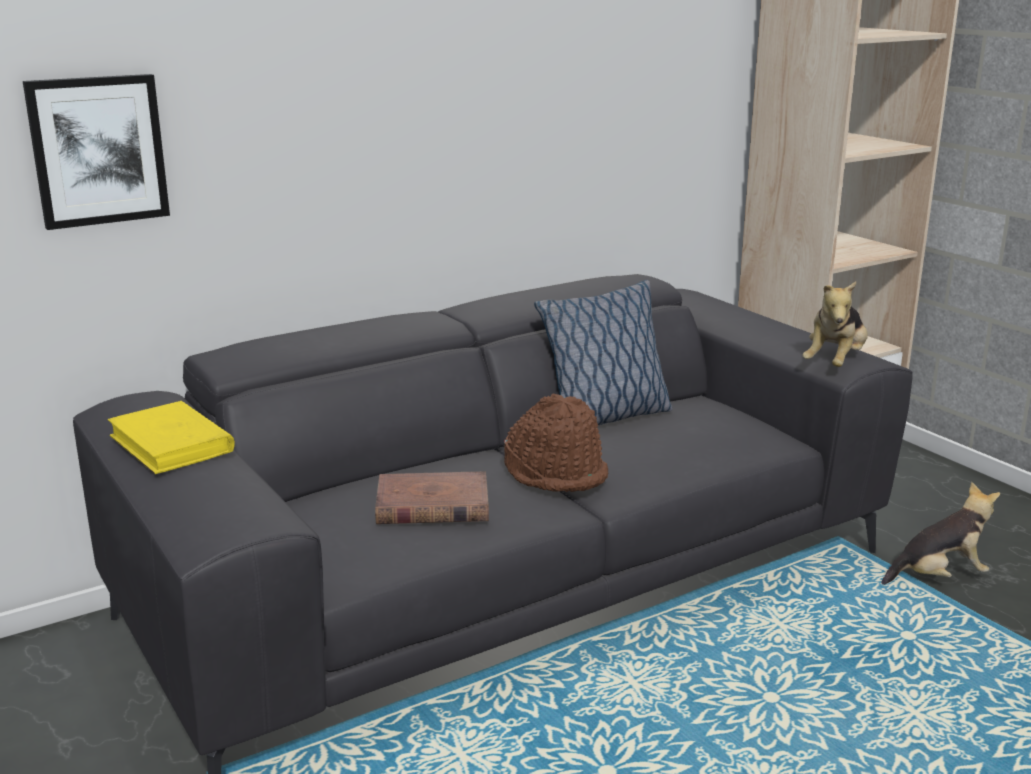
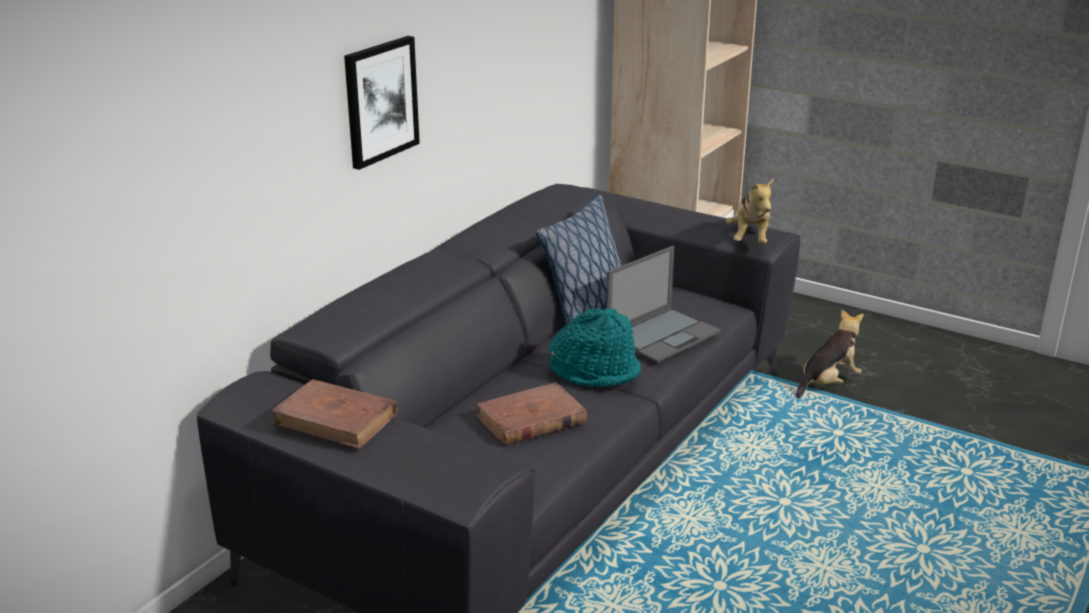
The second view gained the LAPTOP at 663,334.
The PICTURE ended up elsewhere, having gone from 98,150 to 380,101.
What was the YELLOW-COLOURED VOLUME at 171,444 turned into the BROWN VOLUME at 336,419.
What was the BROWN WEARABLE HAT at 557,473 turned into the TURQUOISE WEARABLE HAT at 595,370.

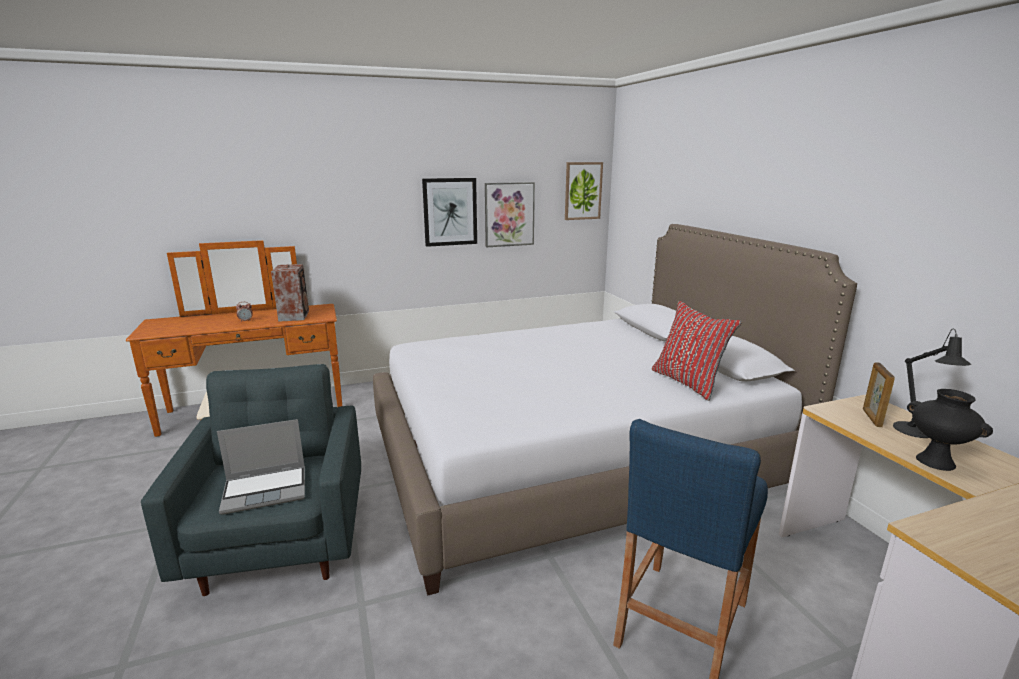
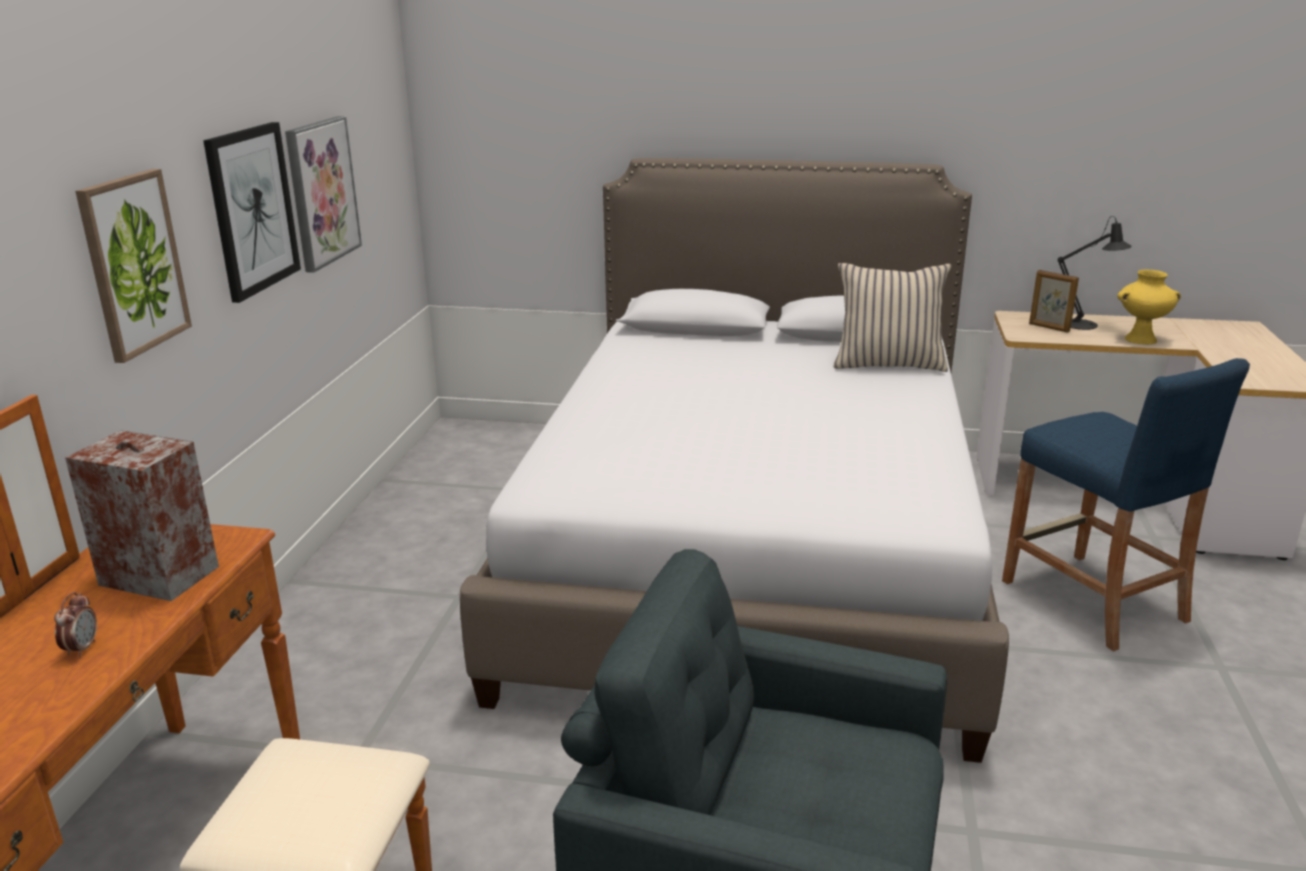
The second view lost the LAPTOP at 266,490.
The PICTURE ended up elsewhere, having gone from 583,191 to 133,264.
What was the RED-COLOURED PILLOW at 688,382 turned into the SAND-COLOURED PILLOW at 888,364.
What was the BLACK-COLOURED FLOWER VASE at 936,462 turned into the YELLOW-COLOURED FLOWER VASE at 1141,339.

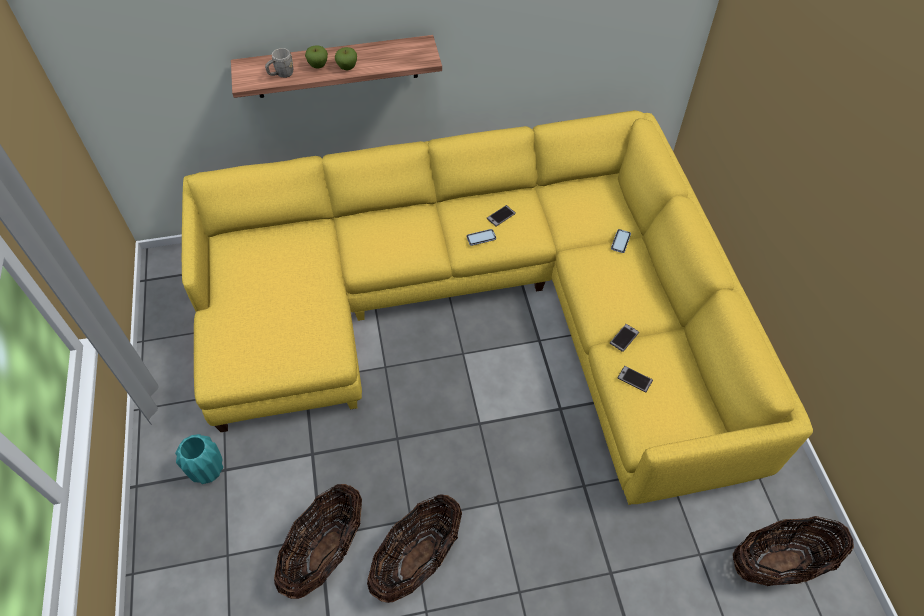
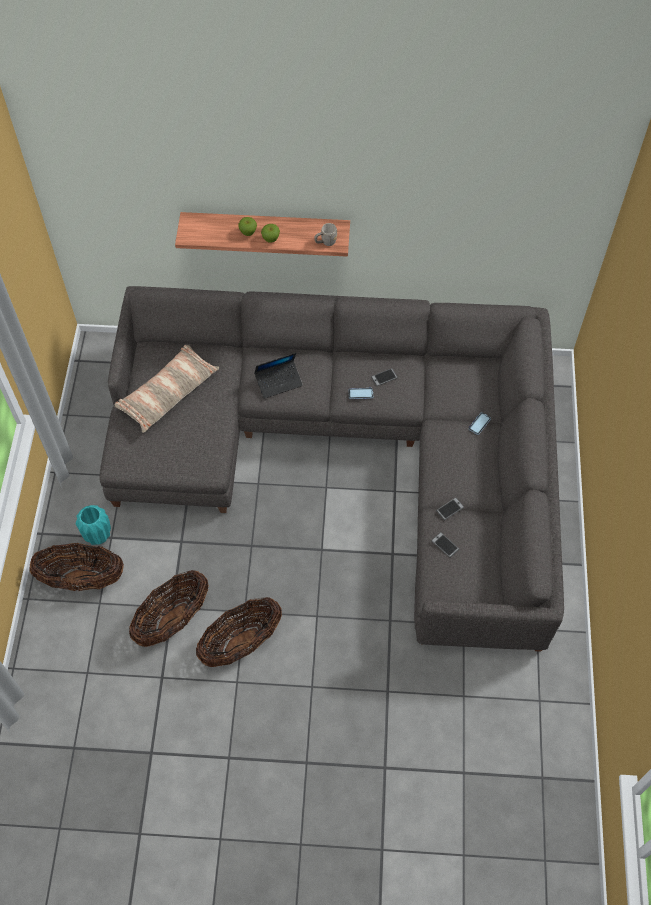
The second view gained the PILLOW at 168,393.
The second view gained the LAPTOP at 278,381.
The GREY COFFEE MUG ended up elsewhere, having gone from 281,74 to 325,242.
The HOUSEHOLD BASKET ended up elsewhere, having gone from 779,563 to 82,579.
What was the YELLOW-COLOURED COUCH at 481,306 turned into the GREY COUCH at 354,449.

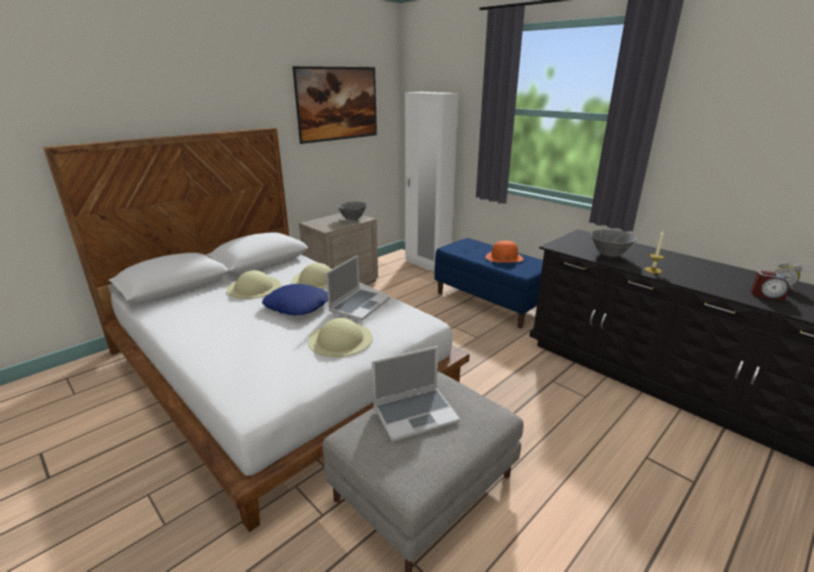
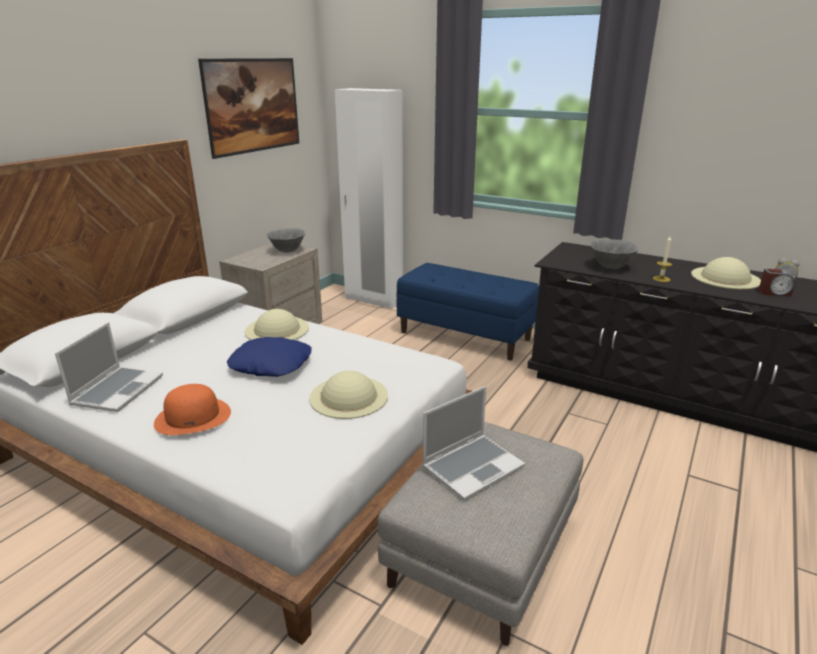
The SAND-COLOURED WEARABLE HAT ended up elsewhere, having gone from 254,287 to 725,277.
The LAPTOP ended up elsewhere, having gone from 359,305 to 117,390.
The ORANGE-COLOURED WEARABLE HAT ended up elsewhere, having gone from 504,257 to 193,417.

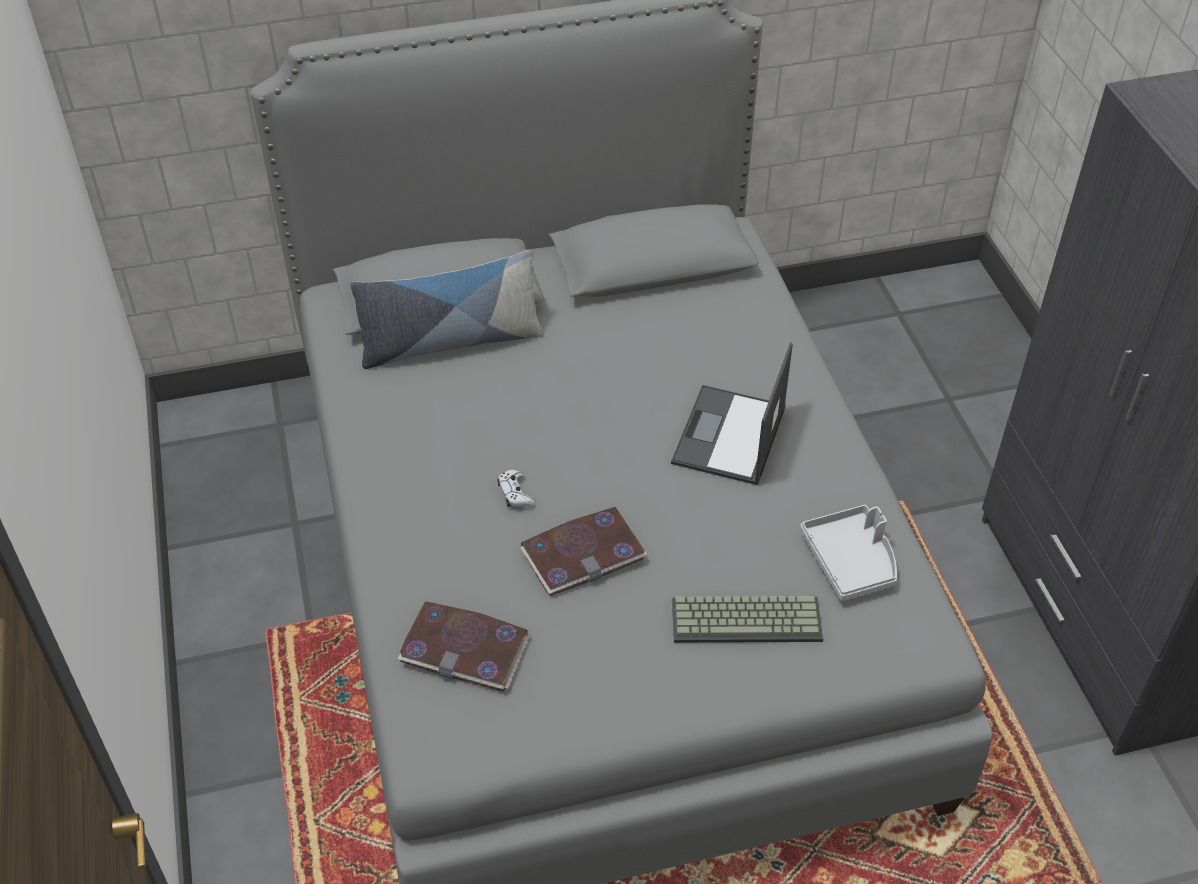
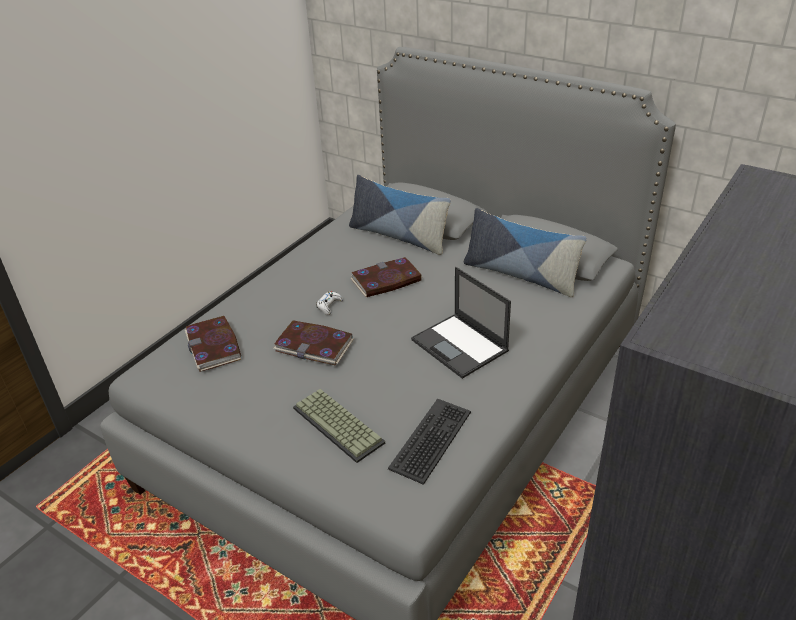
The second view gained the VOLUME at 386,280.
The second view gained the PILLOW at 520,275.
Where the GREY TRAY stood at 851,561, the COMPUTER KEYBOARD came to stand at 431,440.
The LAPTOP at 729,437 ended up facing another way, 105 degrees counterclockwise from before.

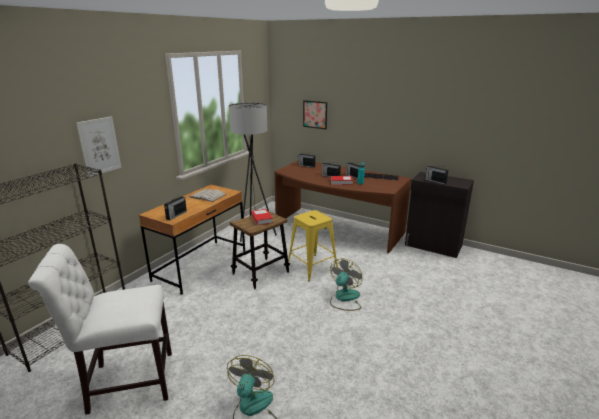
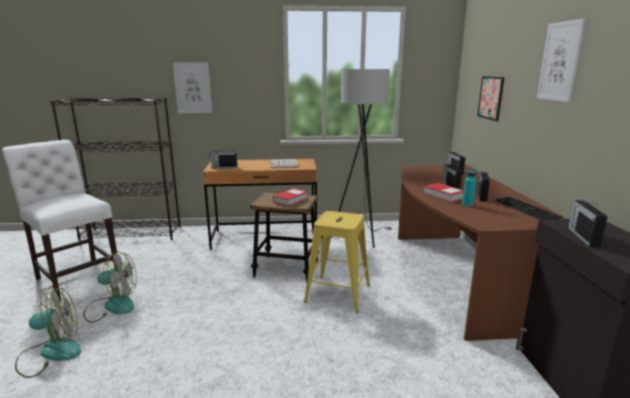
The second view gained the PICTURE at 560,61.
The COOLING FAN ended up elsewhere, having gone from 344,298 to 111,306.

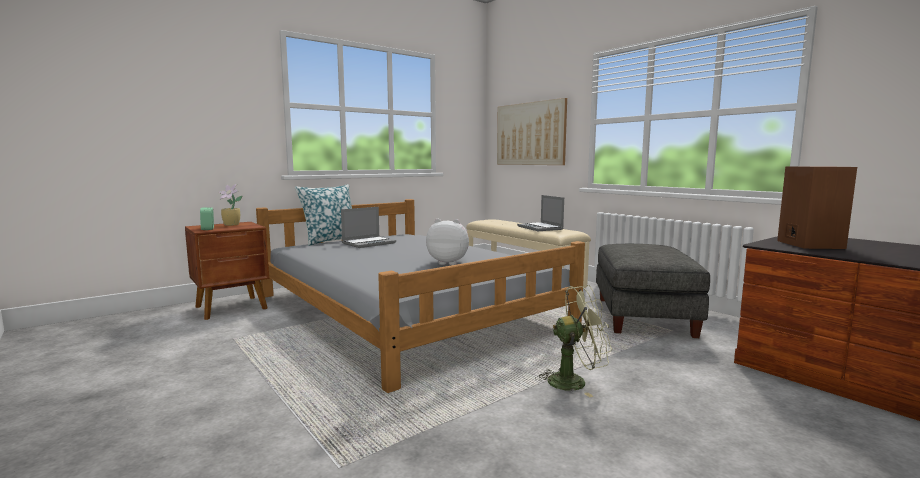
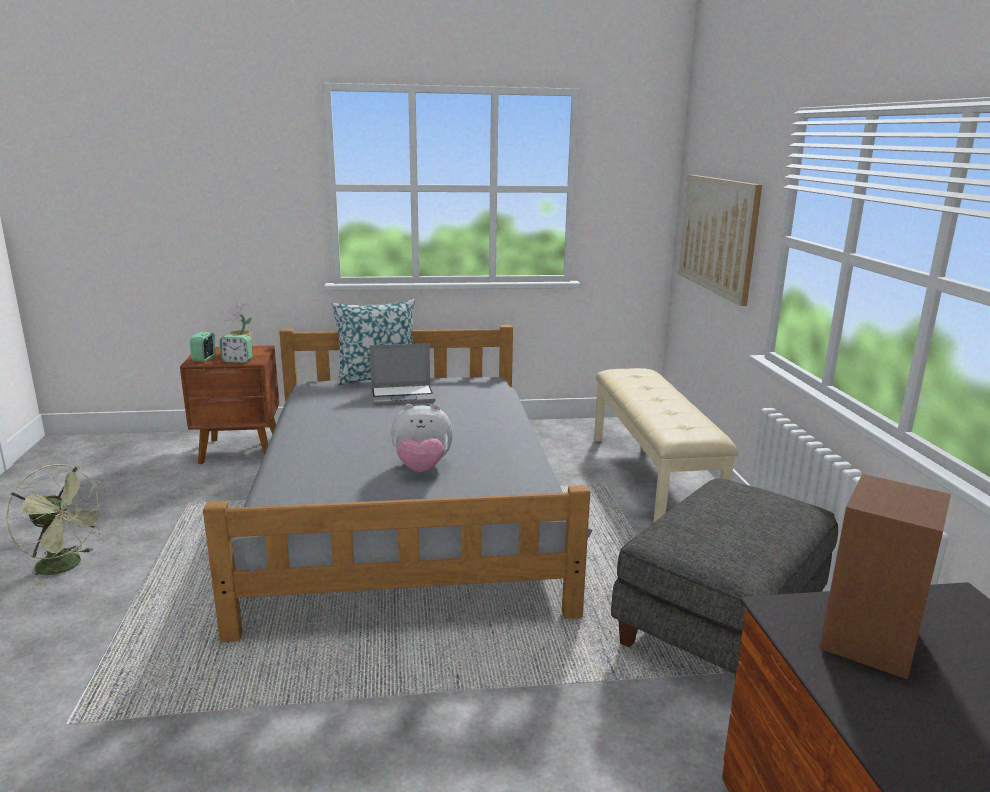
The second view lost the LAPTOP at 541,228.
The second view gained the BEDSIDE CLOCK at 237,360.
The GREEN COOLING FAN ended up elsewhere, having gone from 574,381 to 67,566.
The CUDDLY TOY at 449,263 ended up facing another way, 135 degrees clockwise from before.

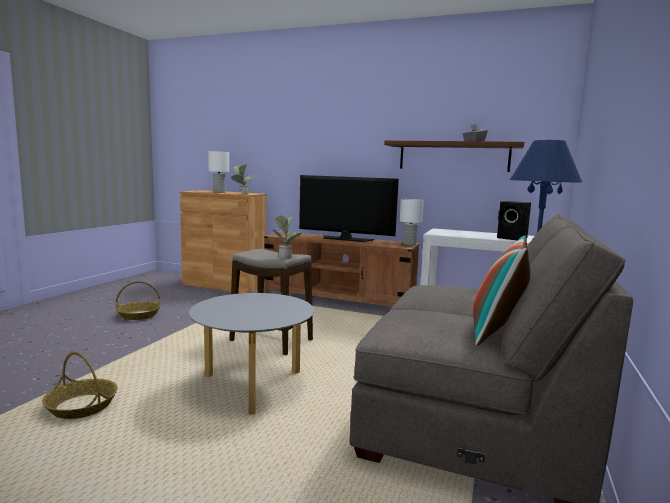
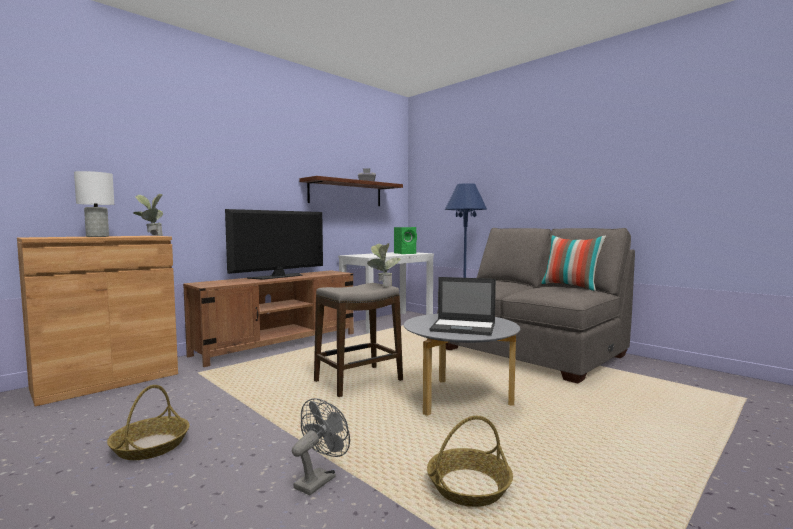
The second view lost the WHITE-COLOURED LAMP FOR A TABLE at 409,244.
The second view gained the GREY COOLING FAN at 319,479.
The second view gained the LAPTOP at 464,327.
What was the BLACK-COLOURED AUDIO SPEAKER at 513,238 turned into the GREEN AUDIO SPEAKER at 405,253.

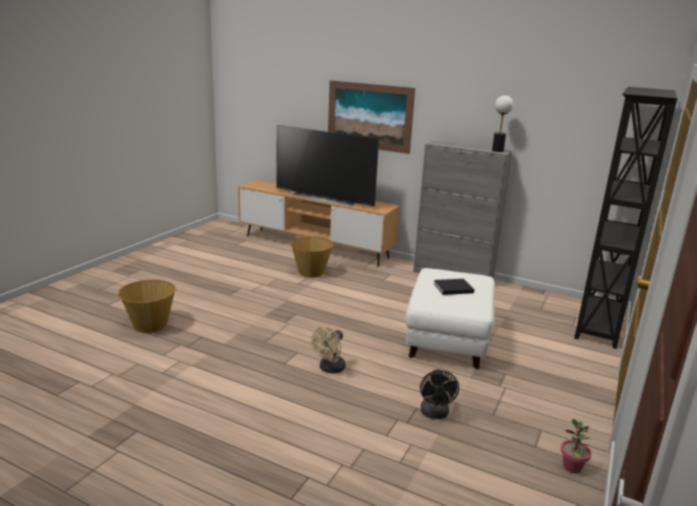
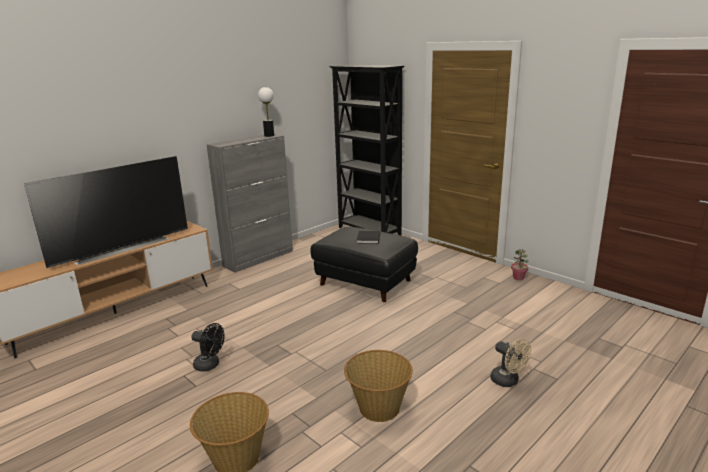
The second view lost the PICTURE at 369,116.
The HOUSEHOLD BASKET ended up elsewhere, having gone from 311,272 to 378,408.
The SAND-COLOURED COOLING FAN ended up elsewhere, having gone from 329,369 to 508,381.
The BLACK-COLOURED COOLING FAN ended up elsewhere, having gone from 435,414 to 210,365.
What was the WHITE-COLOURED OTTOMAN at 448,340 turned into the BLACK-COLOURED OTTOMAN at 365,282.

